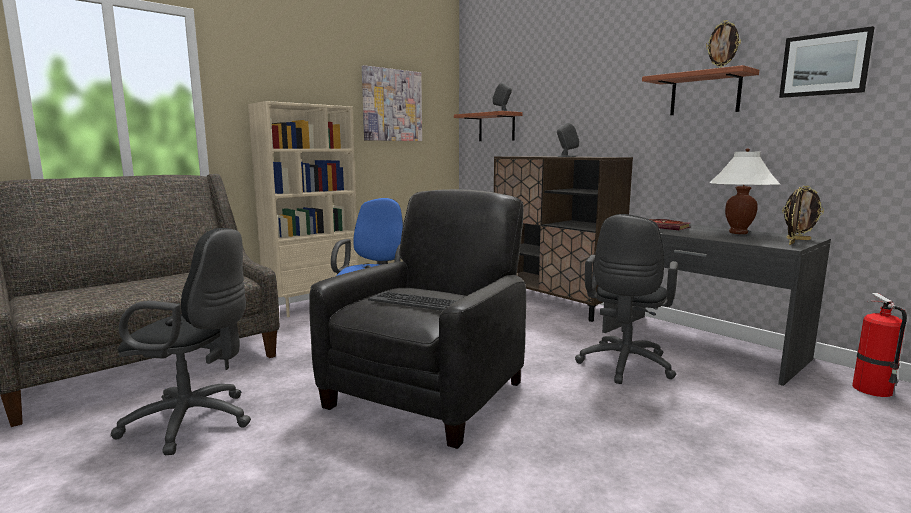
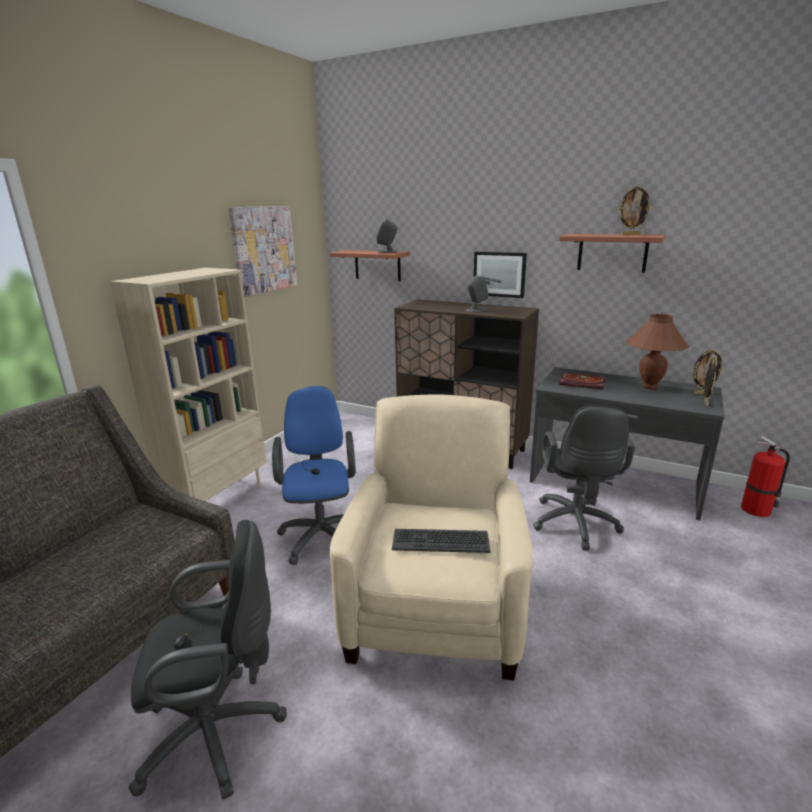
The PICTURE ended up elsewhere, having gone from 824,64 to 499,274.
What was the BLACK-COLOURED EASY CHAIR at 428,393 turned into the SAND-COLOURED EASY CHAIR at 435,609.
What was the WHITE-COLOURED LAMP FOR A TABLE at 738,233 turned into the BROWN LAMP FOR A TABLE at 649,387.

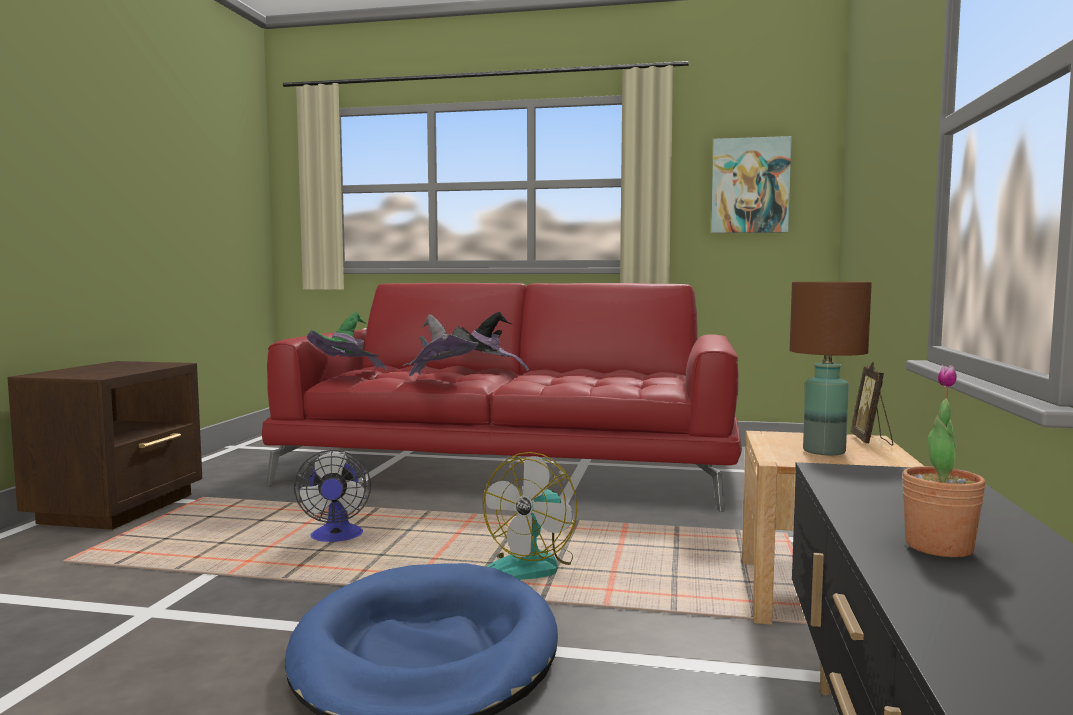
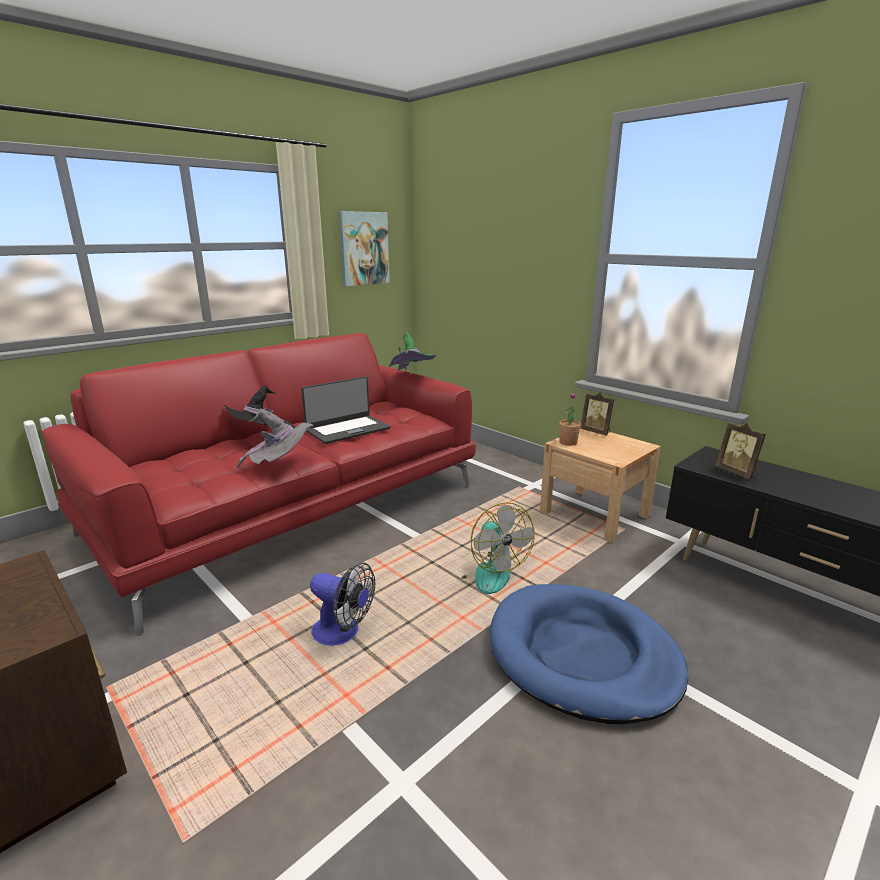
The second view lost the BROWN LAMP FOR A TABLE at 825,451.
The second view gained the LAPTOP at 347,429.
The second view gained the PICTURE FRAME at 737,473.
The GREEN WEARABLE HAT ended up elsewhere, having gone from 347,374 to 410,377.
The PLANT IN A POT ended up elsewhere, having gone from 939,547 to 568,442.

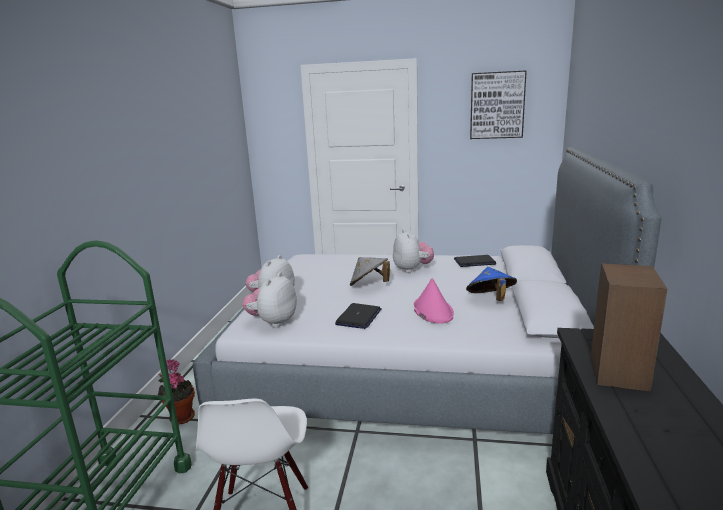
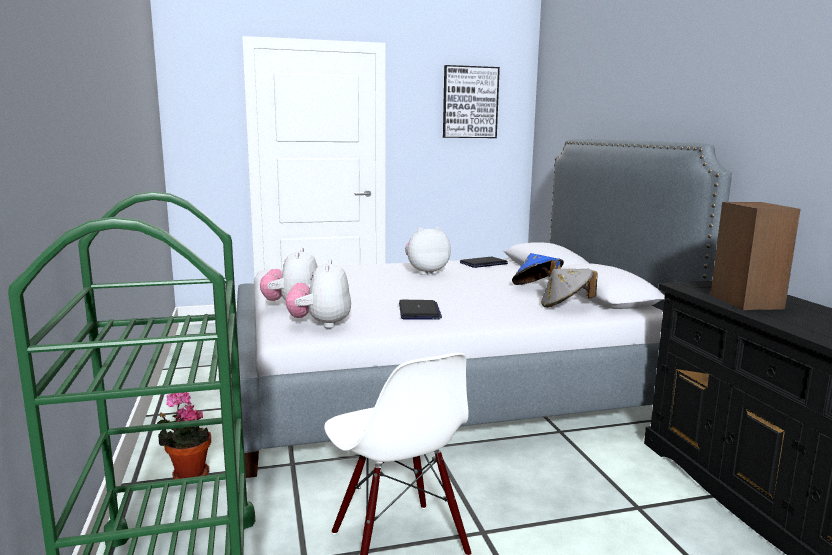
The second view lost the PINK WEARABLE HAT at 432,311.
The GREY WEARABLE HAT ended up elsewhere, having gone from 369,285 to 565,306.
The CUDDLY TOY at 412,269 ended up facing another way, 75 degrees counterclockwise from before.

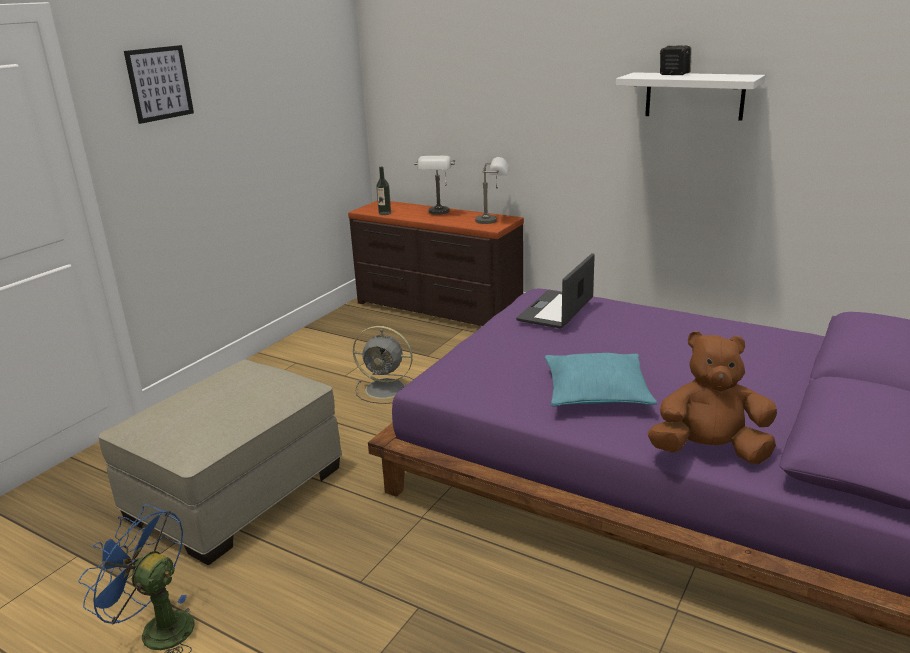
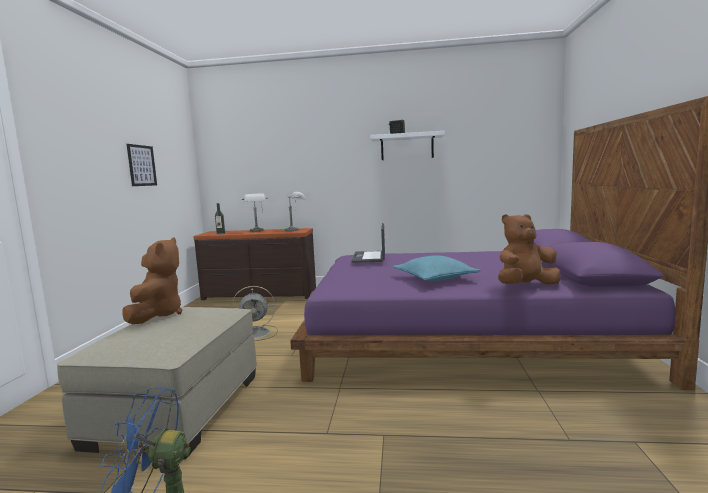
The second view gained the BROWN CUDDLY TOY at 157,315.
The PICTURE ended up elsewhere, having gone from 159,83 to 141,165.

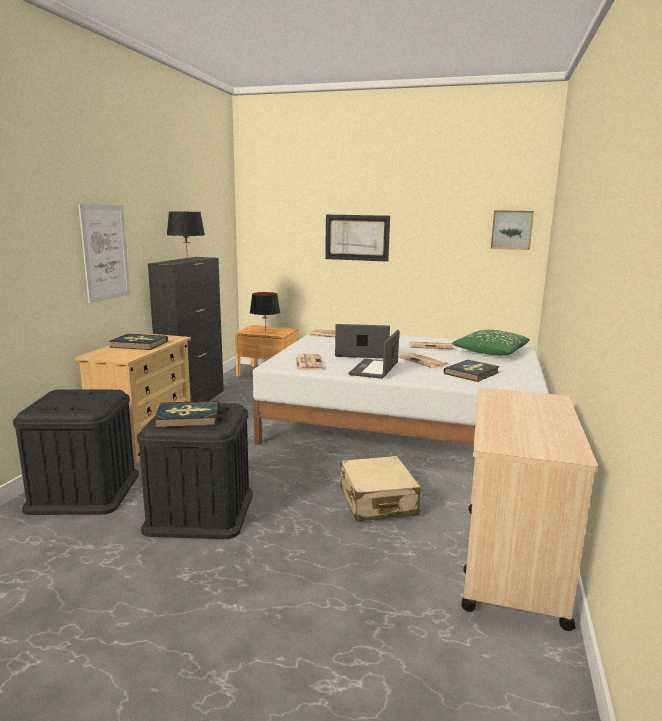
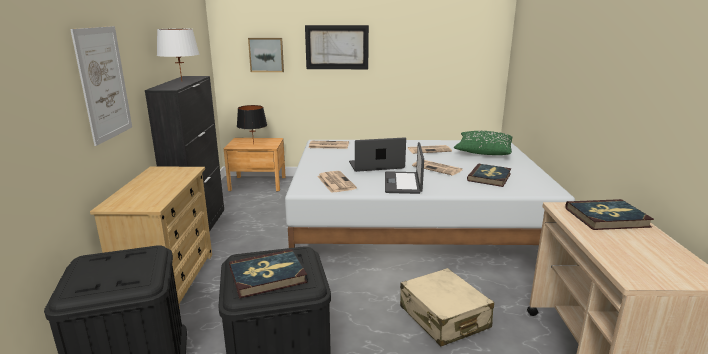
The VOLUME ended up elsewhere, having gone from 139,344 to 607,217.
The PICTURE ended up elsewhere, having gone from 511,230 to 266,54.
What was the BLACK-COLOURED LAMP FOR A TABLE at 187,260 turned into the WHITE-COLOURED LAMP FOR A TABLE at 181,81.

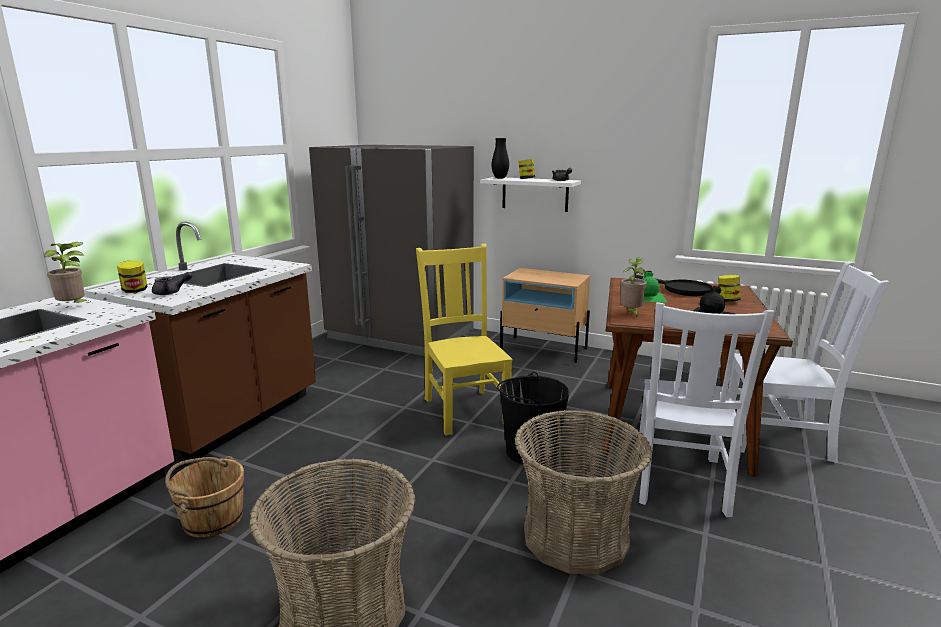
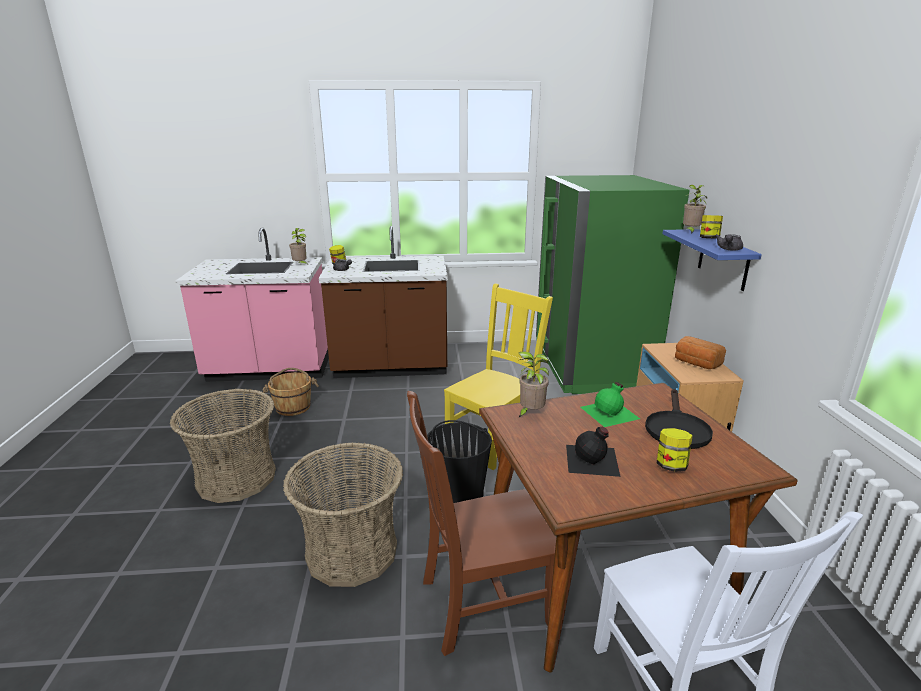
The second view gained the BAKED BREAD at 696,363.
Where the BLACK-COLOURED FLOWER VASE stood at 500,178, the PLANT IN A POT came to stand at 690,232.
What was the GREY KITCHEN FRIDGE at 401,335 turned into the GREEN KITCHEN FRIDGE at 590,366.
What was the WHITE-COLOURED WALL SHELF at 535,194 turned into the BLUE-COLOURED WALL SHELF at 723,259.
What was the WHITE-COLOURED CHAIR at 680,483 turned into the BROWN CHAIR at 481,603.

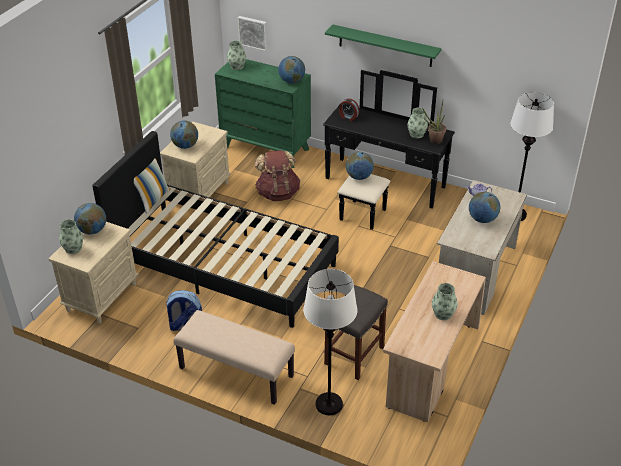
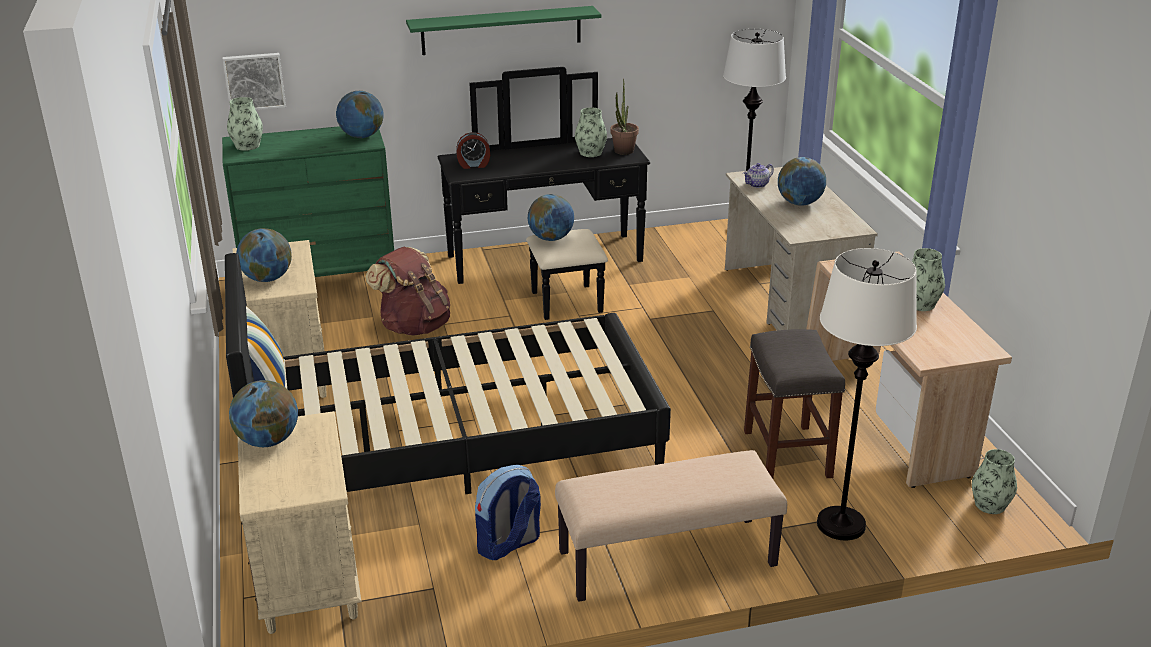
The FLOWER VASE ended up elsewhere, having gone from 73,248 to 990,505.

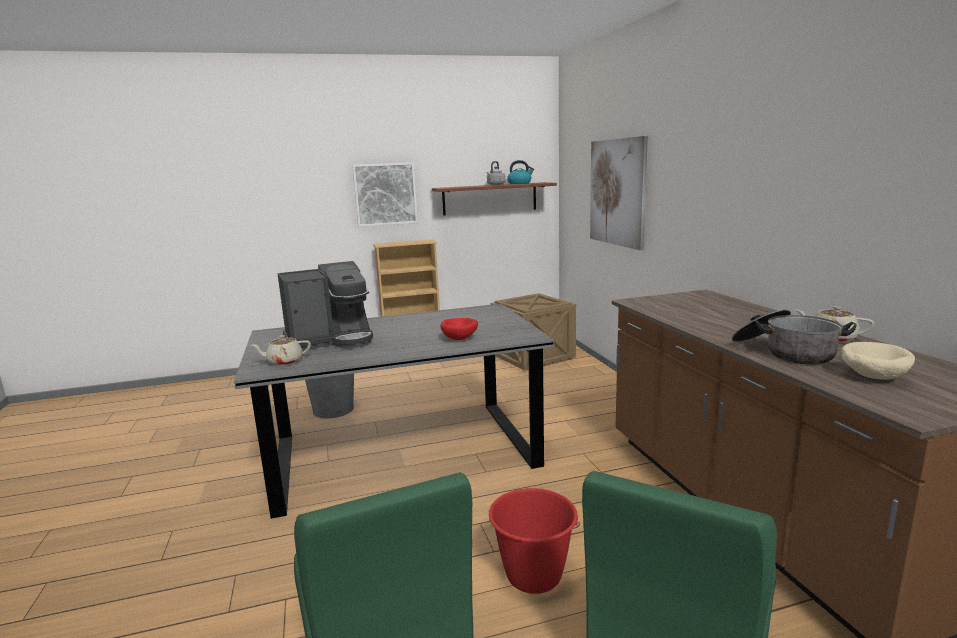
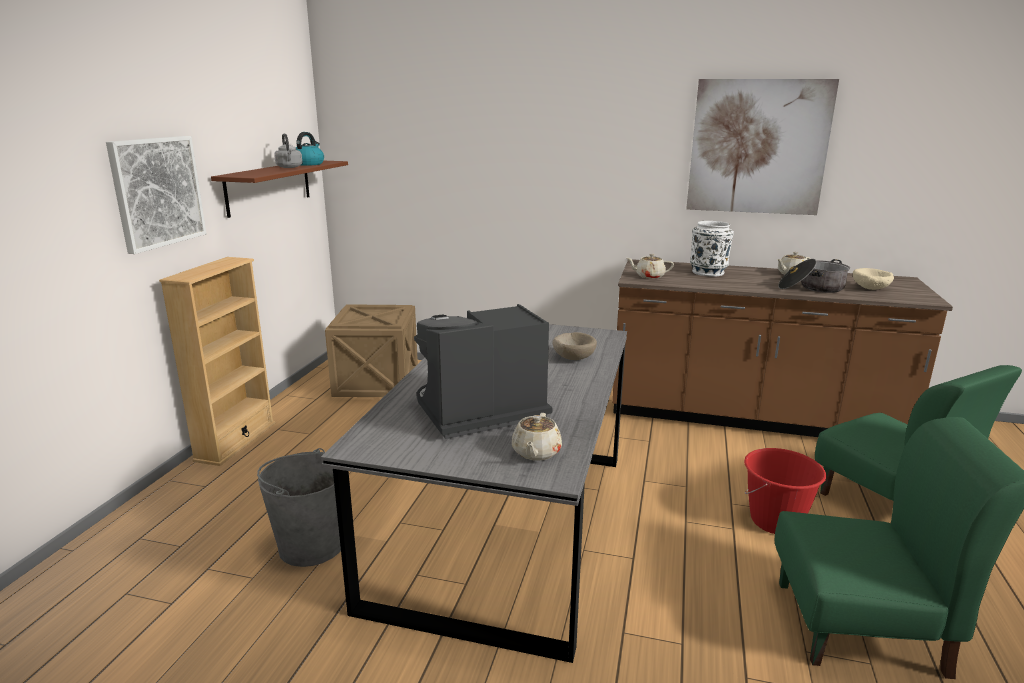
The second view gained the SAND-COLOURED TEA POT at 649,276.
The second view gained the WHITE-COLOURED FLOWER VASE at 708,272.
The PICTURE ended up elsewhere, having gone from 617,192 to 758,147.
What was the RED-COLOURED BOWL at 460,338 turned into the SAND-COLOURED BOWL at 573,357.
The COFFEE MAKER at 331,340 ended up facing another way, 120 degrees counterclockwise from before.

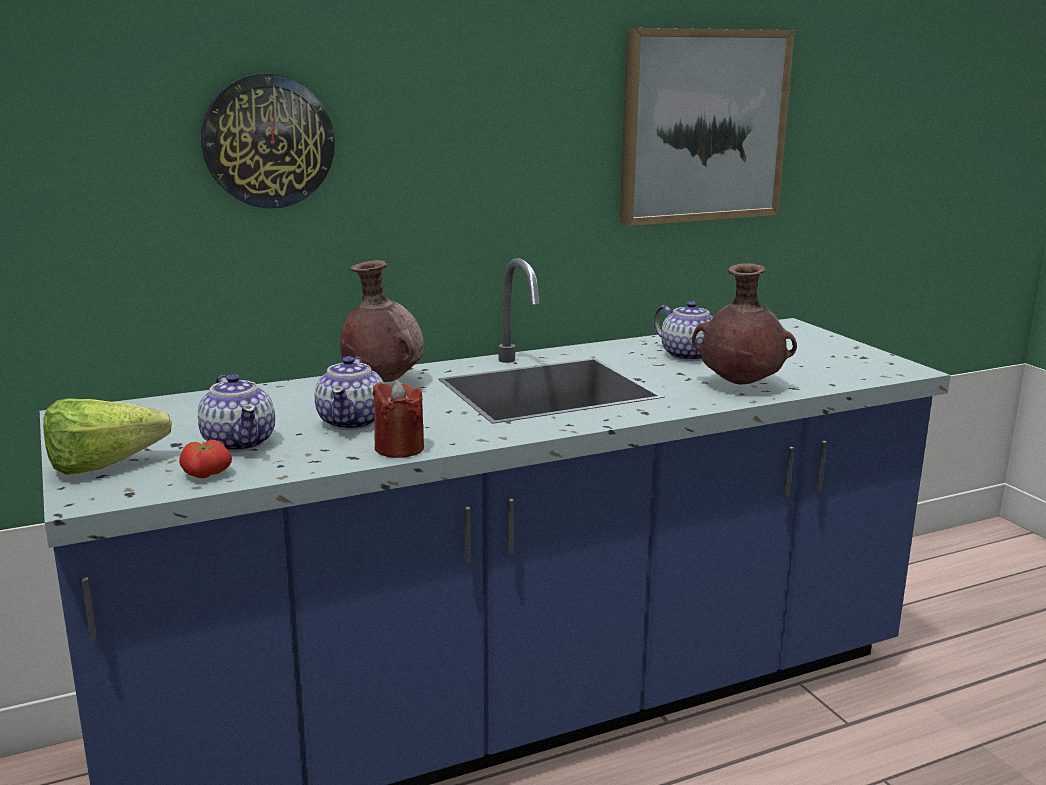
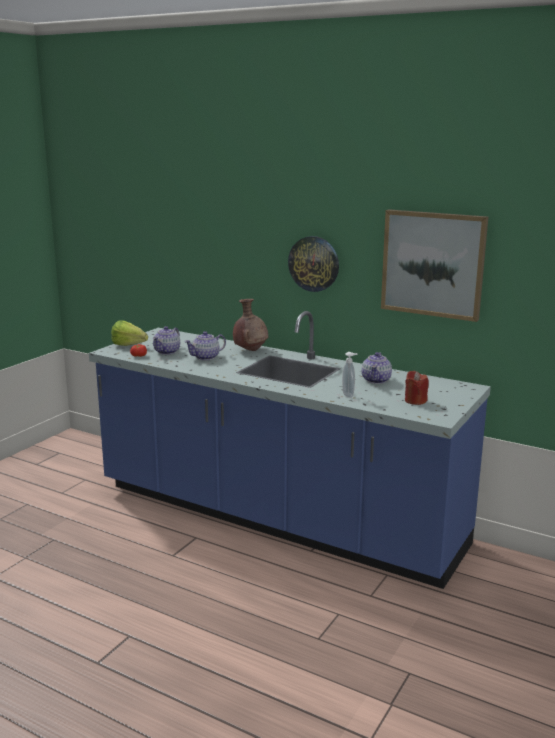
The WALL CLOCK ended up elsewhere, having gone from 268,141 to 314,263.
The RED-COLOURED CANDLE ended up elsewhere, having gone from 399,448 to 415,401.
Where the BROWN FLOWER VASE stood at 739,385, the SOAP DISPENSER came to stand at 349,395.

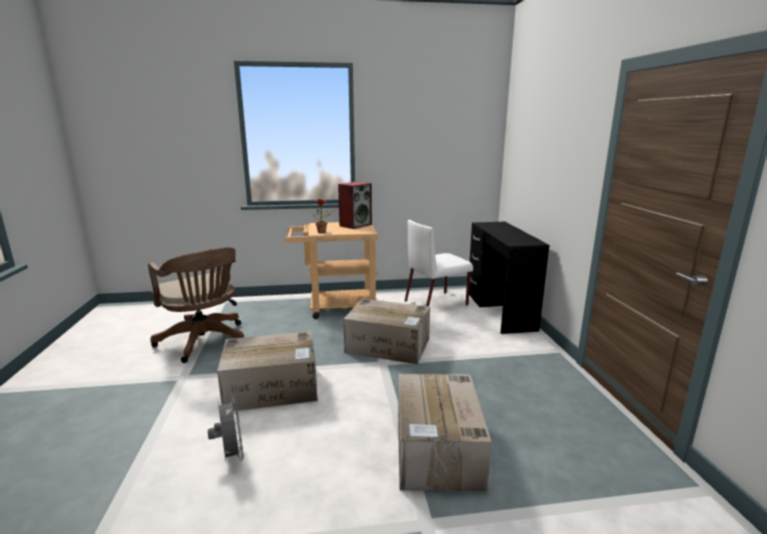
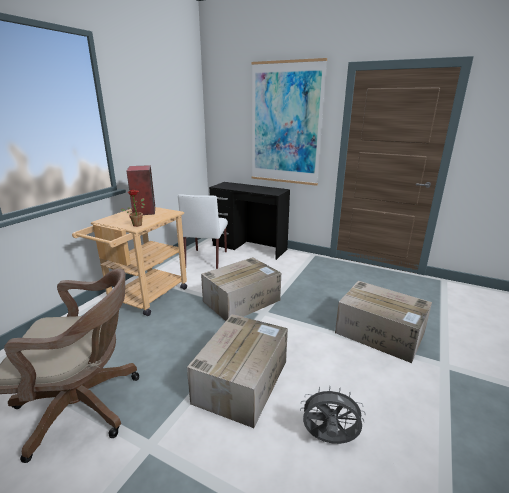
The second view gained the PICTURE at 285,124.

